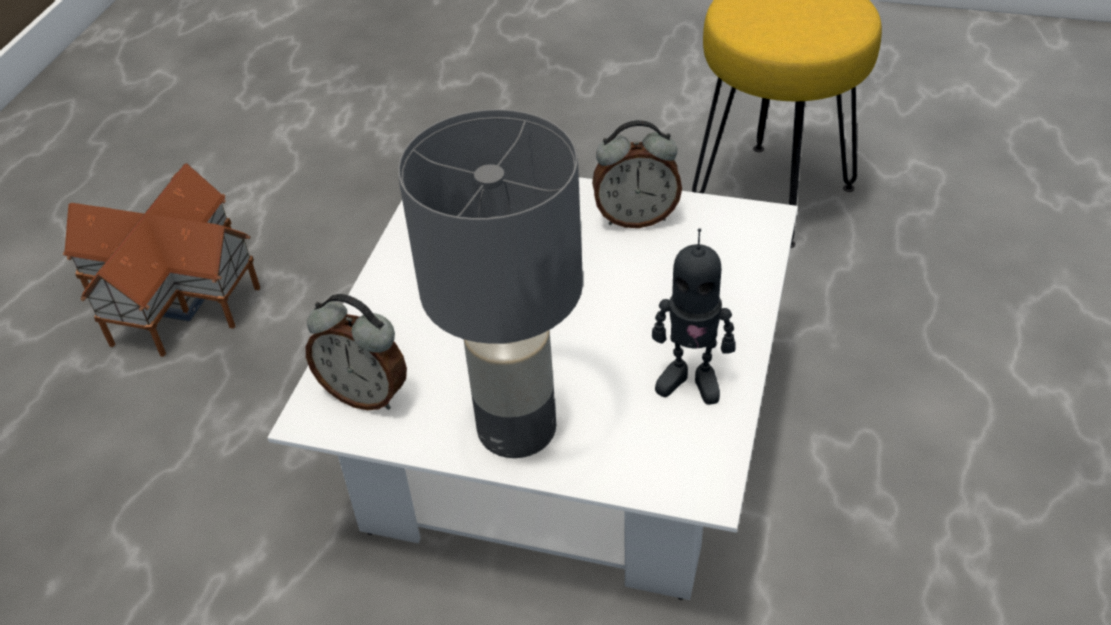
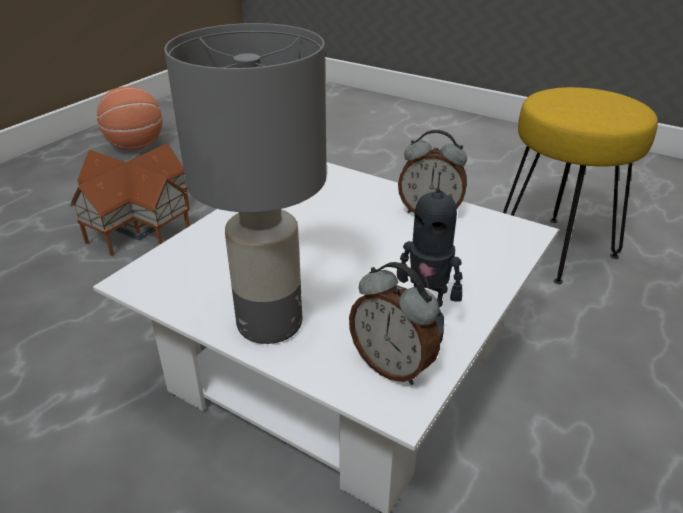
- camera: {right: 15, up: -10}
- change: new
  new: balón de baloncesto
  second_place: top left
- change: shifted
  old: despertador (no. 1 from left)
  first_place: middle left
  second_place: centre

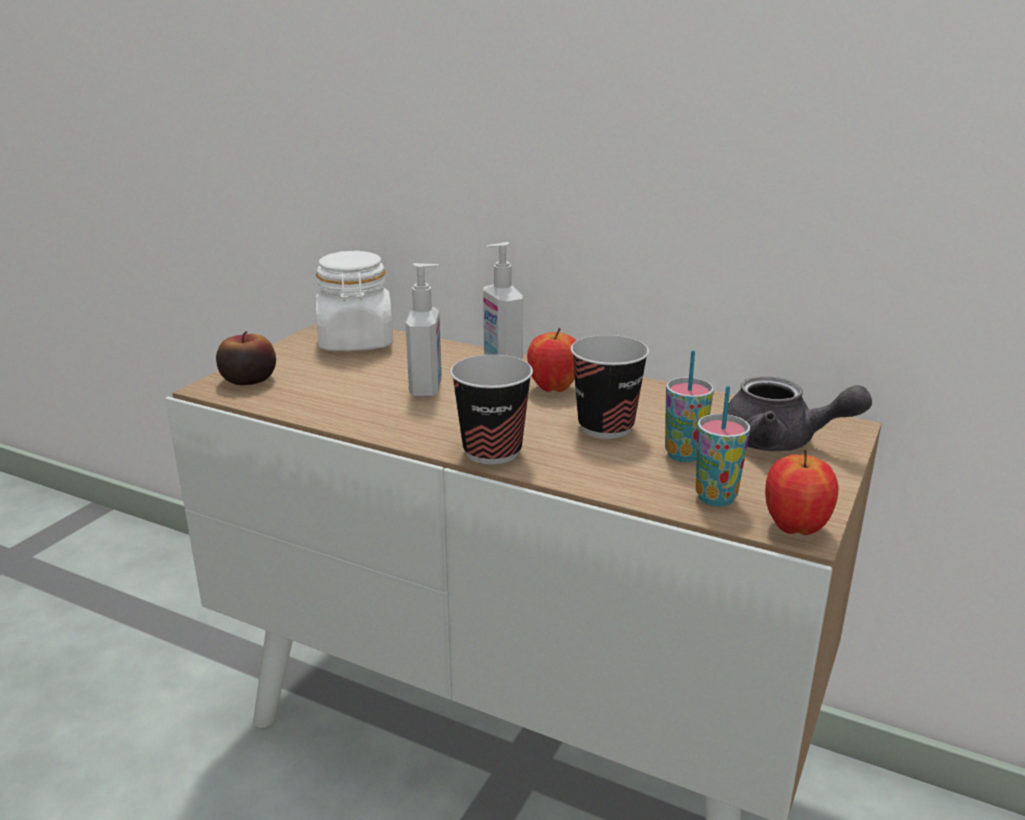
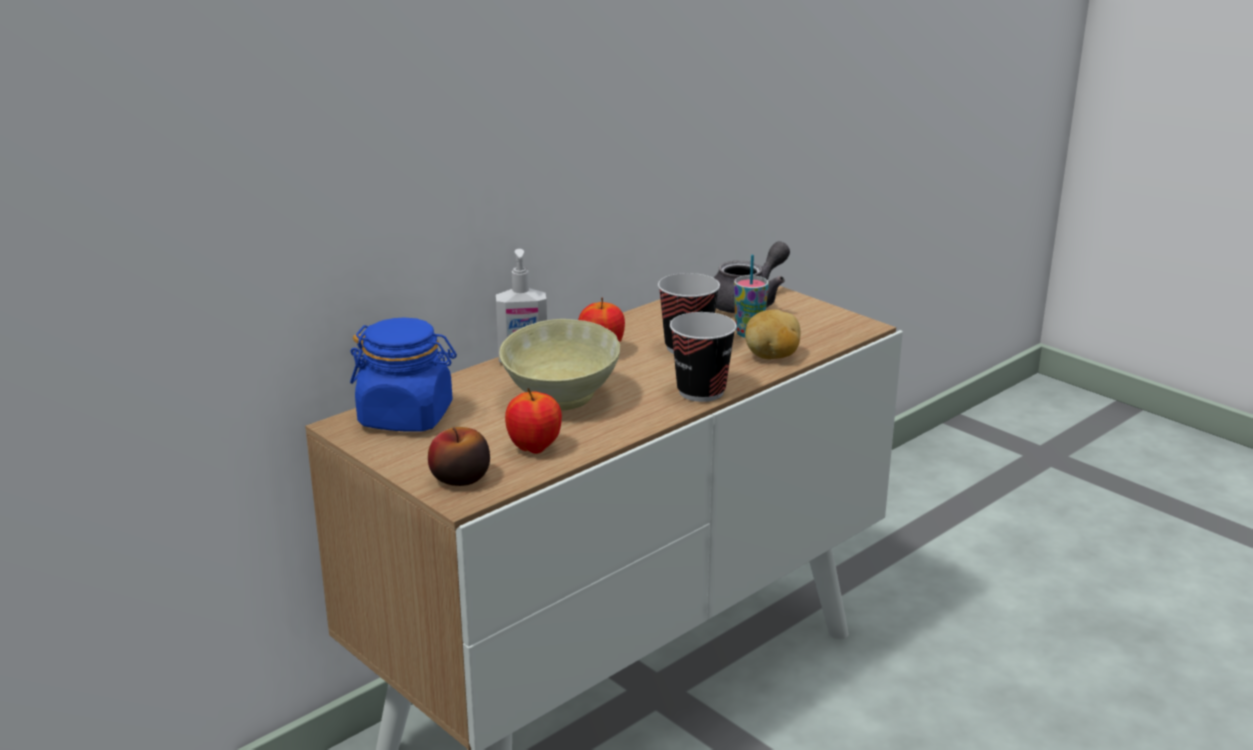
- camera: {right: -70, up: 0}
- change: repainted
  old: tarro [blanco]
  new: tarro [azul]
  first_place: centre
  second_place: middle left
- change: swapped
  old: dispensador de jabón (no. 1 from left)
  new: cuenco [beis]
  first_place: centre
  second_place: centre
- change: shifted
  old: manzana (no. 3 from left in the first image)
  new: manzana (no. 2 from left)
  first_place: middle right
  second_place: centre
- change: new
  new: patata
  second_place: centre
- change: gone
  old: taza (no. 4 from left)
  first_place: middle right

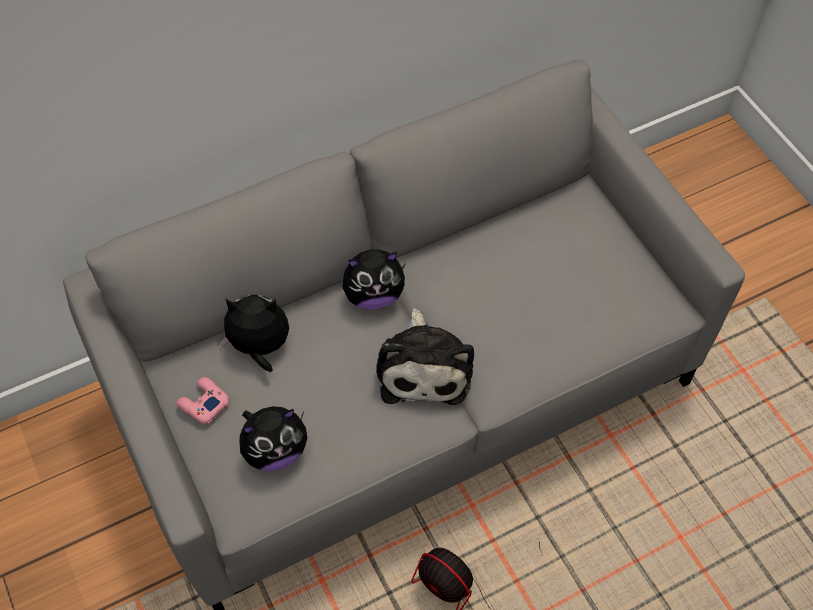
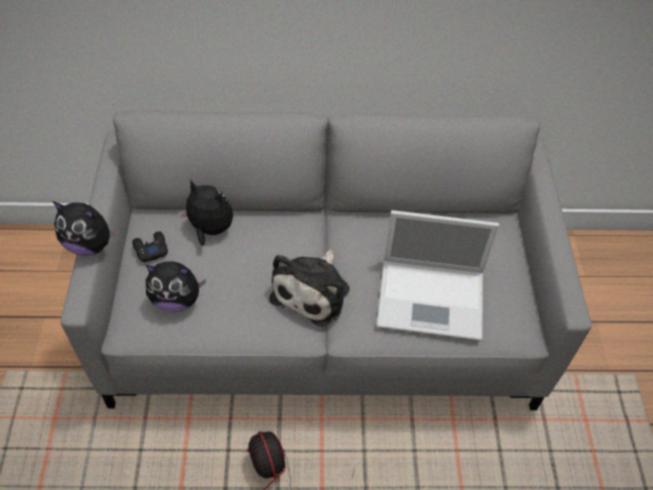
- camera: {right: 25, up: -5}
- change: shifted
  old: peluche (no. 3 from left in the first image)
  new: peluche (no. 1 from left)
  first_place: centre
  second_place: middle left
- change: repainted
  old: mando de consola [rosa]
  new: mando de consola [negro]
  first_place: middle left
  second_place: middle left
- change: new
  new: portátil
  second_place: middle right

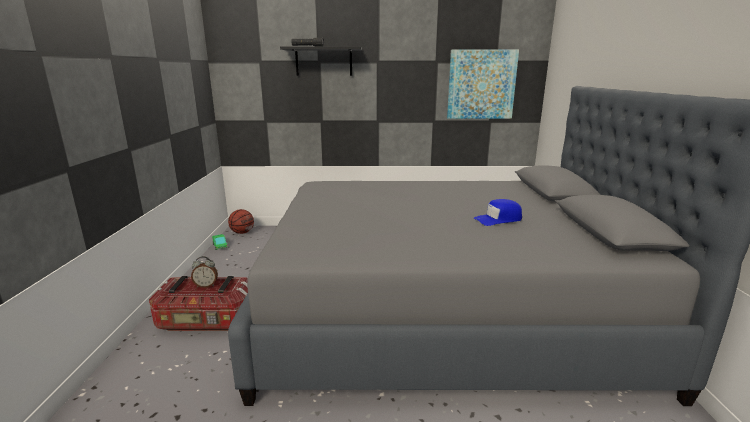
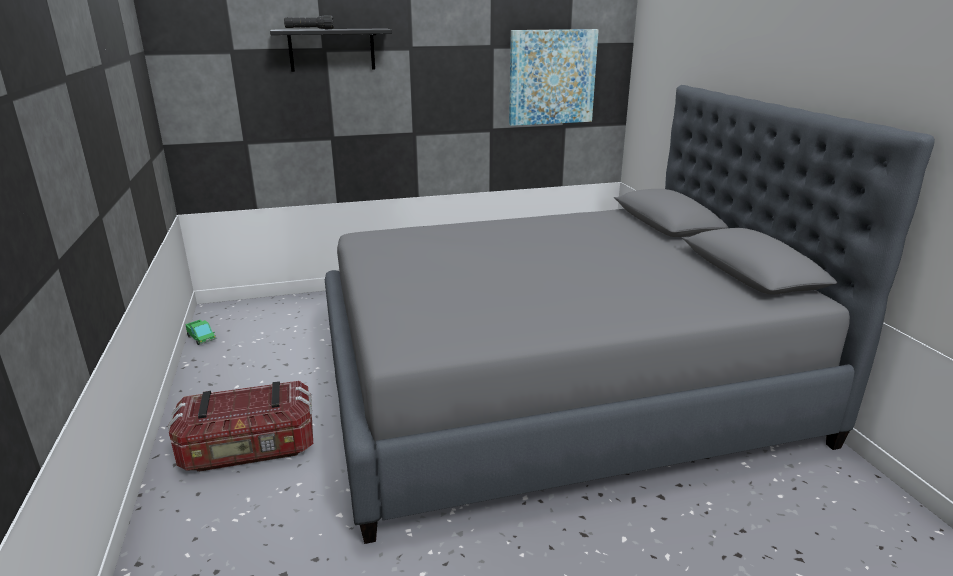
- camera: {right: -15, up: 5}
- change: gone
  old: despertador
  first_place: middle left
- change: gone
  old: balón de baloncesto
  first_place: middle left
- change: gone
  old: gorra [azul]
  first_place: centre

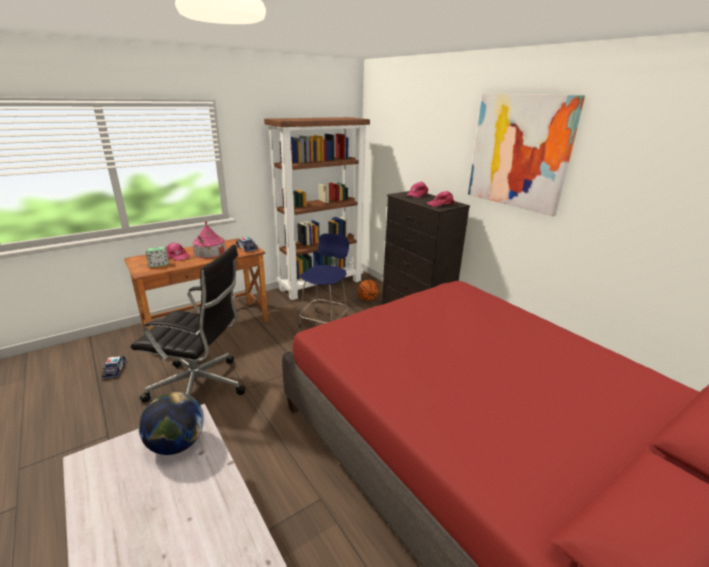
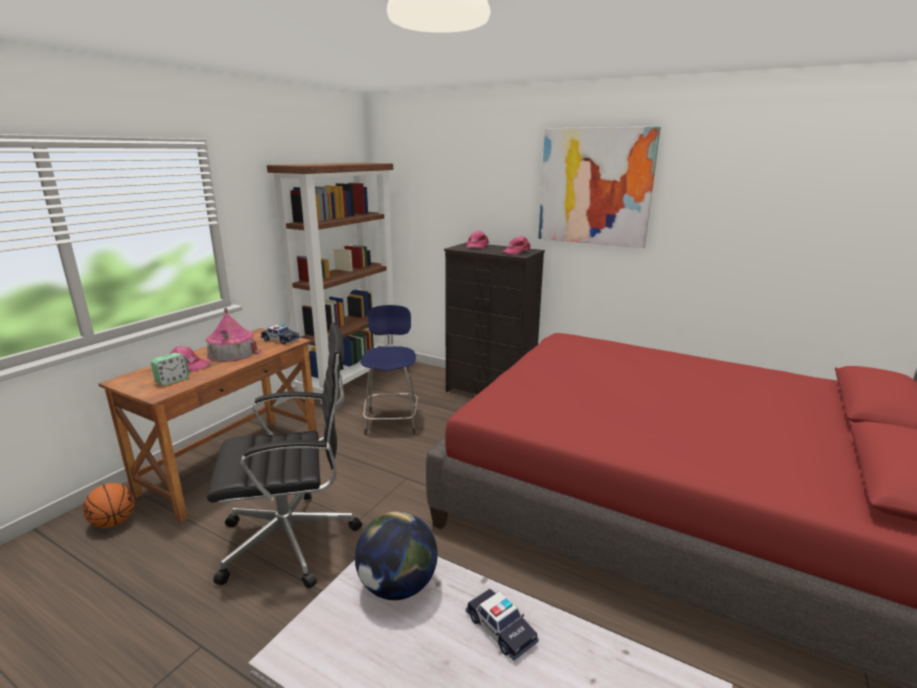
- camera: {right: -25, up: -5}
- change: shifted
  old: balón de baloncesto
  first_place: centre
  second_place: bottom left
- change: shifted
  old: coche de juguete (no. 1 from left in the first image)
  new: coche de juguete (no. 2 from left)
  first_place: middle left
  second_place: bottom centre

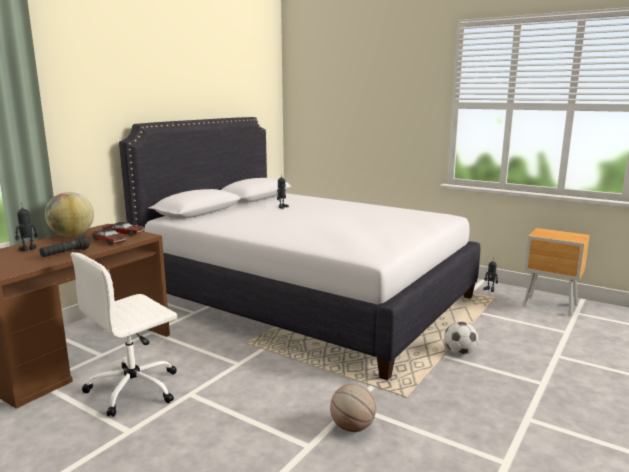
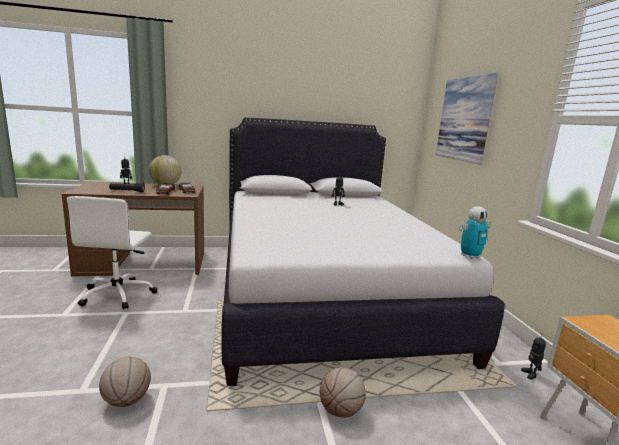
- camera: {right: 45, up: 0}
- change: rotated
  old: silla de oficina [blanco]
  first_place: bottom left
  second_place: middle left
  degrees: -90
- change: swapped
  old: balón de fútbol
  new: balón de baloncesto (no. 2 from left)
  first_place: bottom right
  second_place: bottom centre
- change: new
  new: cuadro
  second_place: top right
- change: new
  new: robot de juguete (no. 3 from left)
  second_place: middle right

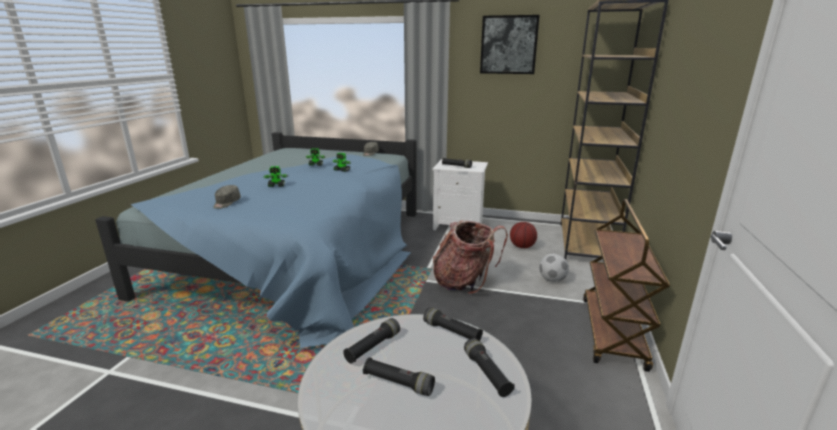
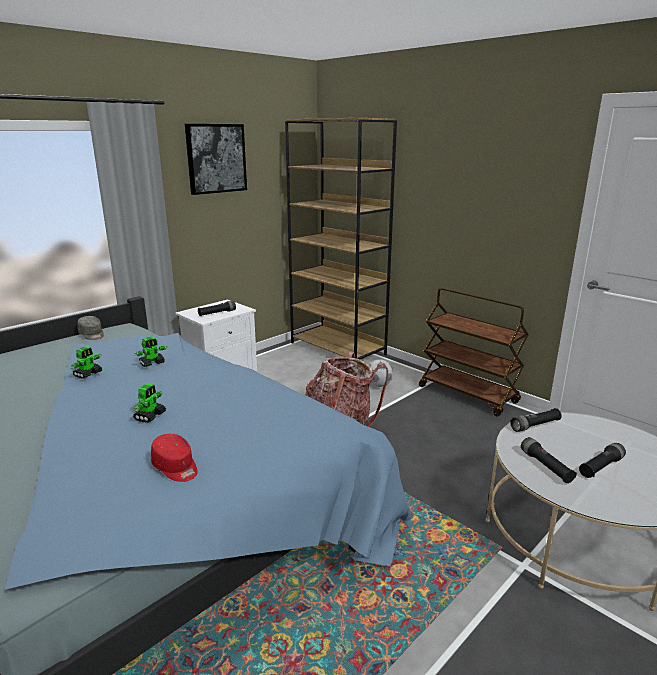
- camera: {right: -60, up: 0}
- change: repainted
  old: gorra [gris] (no. 1 from left)
  new: gorra [rojo]
  first_place: middle left
  second_place: bottom left
- change: gone
  old: linterna [negro] (no. 5 from left)
  first_place: bottom centre
- change: gone
  old: balón de baloncesto
  first_place: centre

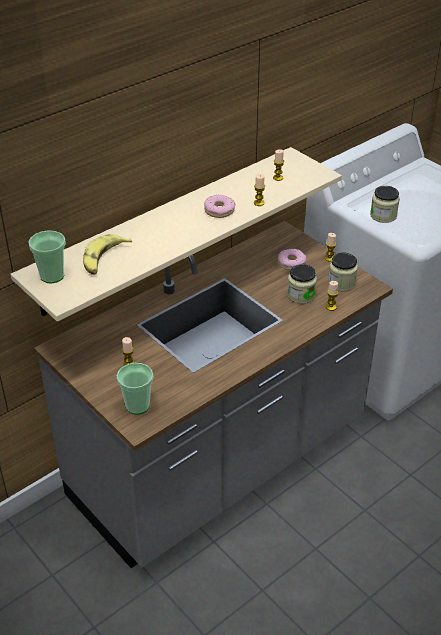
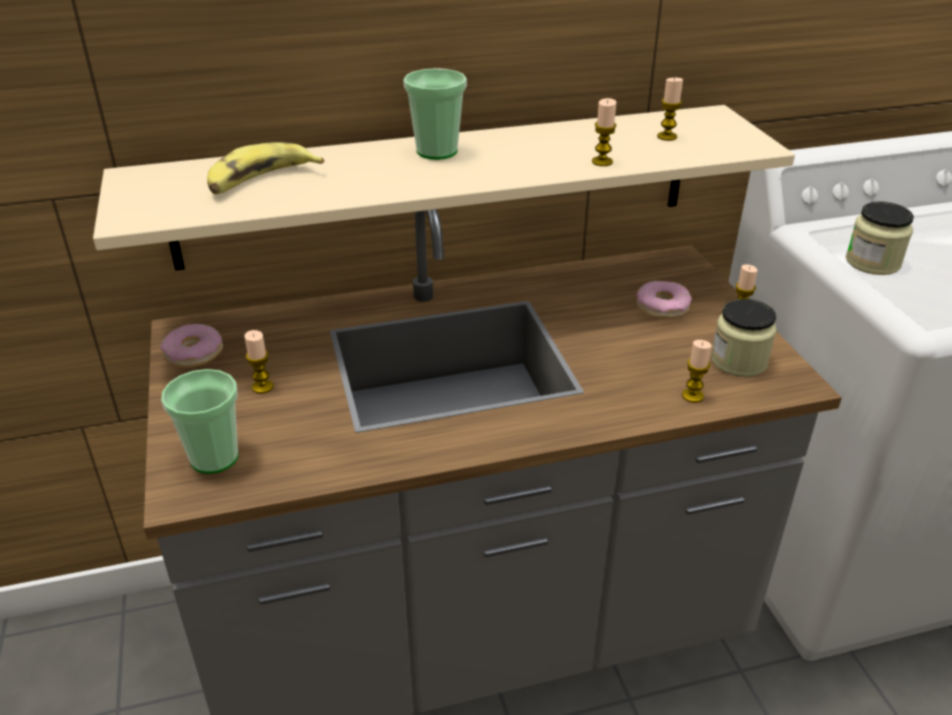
- camera: {right: 25, up: -5}
- change: shifted
  old: rosquilla (no. 1 from left)
  first_place: top centre
  second_place: middle left
- change: shifted
  old: taza (no. 1 from left in the first image)
  new: taza (no. 2 from left)
  first_place: middle left
  second_place: top centre
- change: gone
  old: tarro (no. 1 from left)
  first_place: middle right

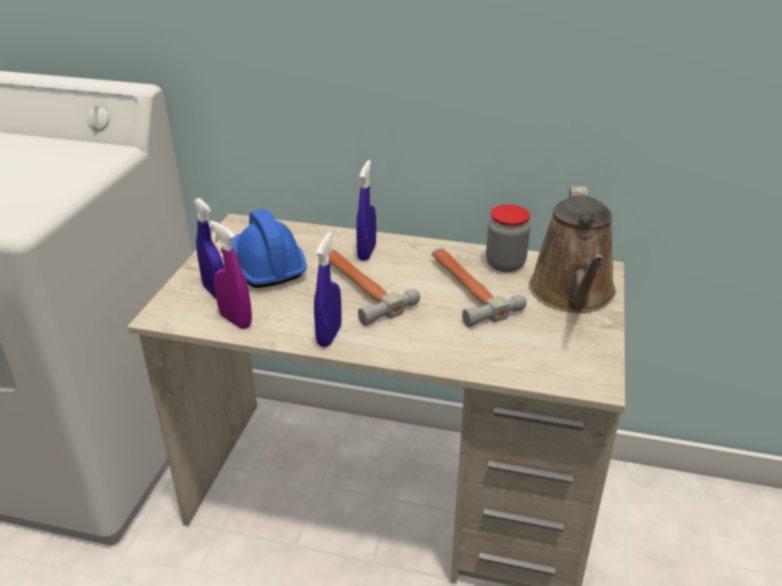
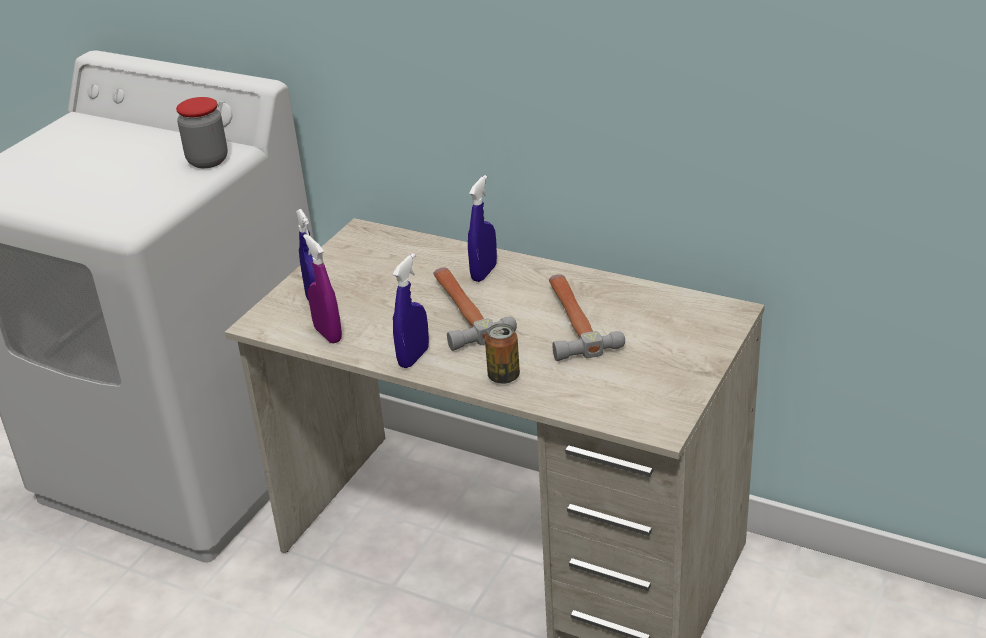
- camera: {right: 15, up: 0}
- change: shifted
  old: tarro
  first_place: centre
  second_place: top left
- change: new
  new: lata
  second_place: centre
- change: gone
  old: casco [azul]
  first_place: centre
- change: gone
  old: regadera [marrón]
  first_place: middle right

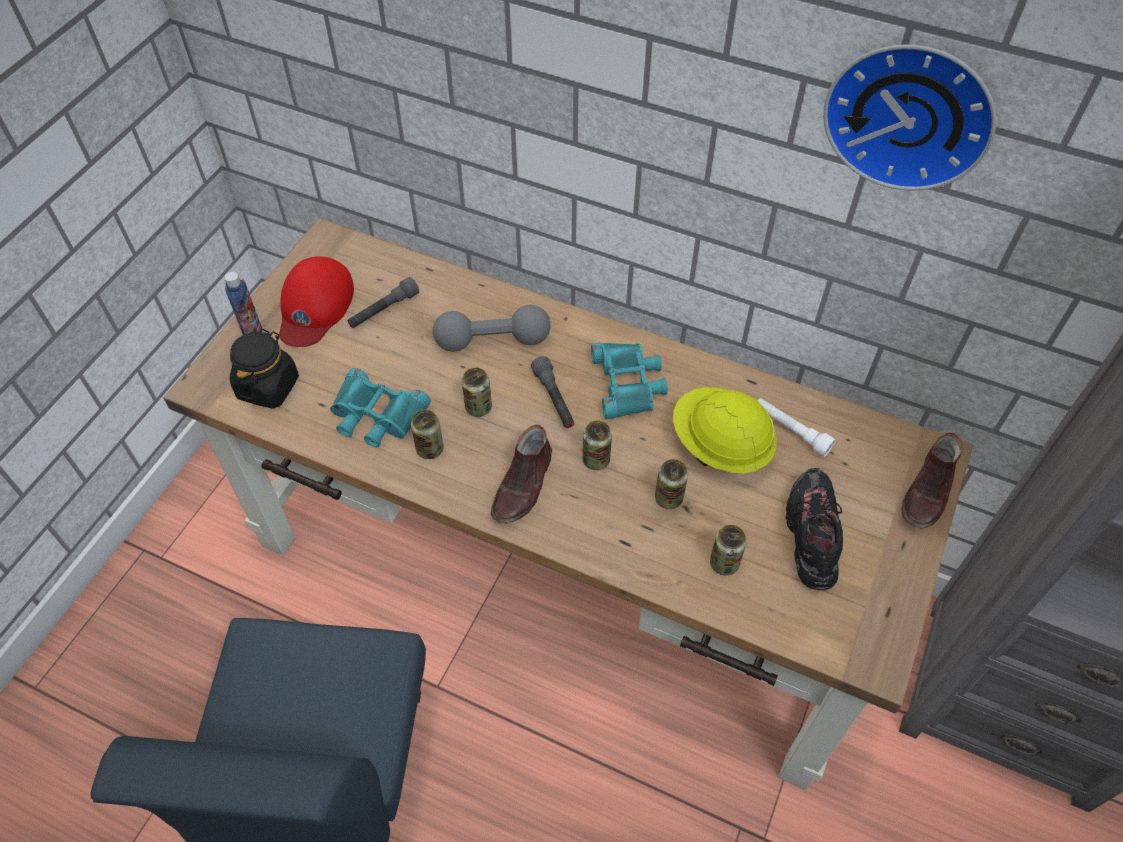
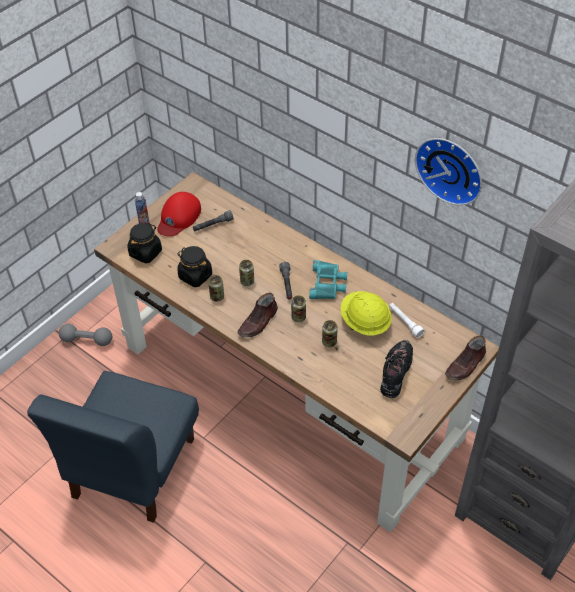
- camera: {right: 15, up: -5}
- change: shifted
  old: mancuerna [gris]
  first_place: centre
  second_place: middle left
- change: swapped
  old: prismáticos [turquesa] (no. 1 from left)
  new: tarro [negro] (no. 2 from left)
  first_place: centre
  second_place: centre
- change: gone
  old: lata (no. 5 from left)
  first_place: centre

